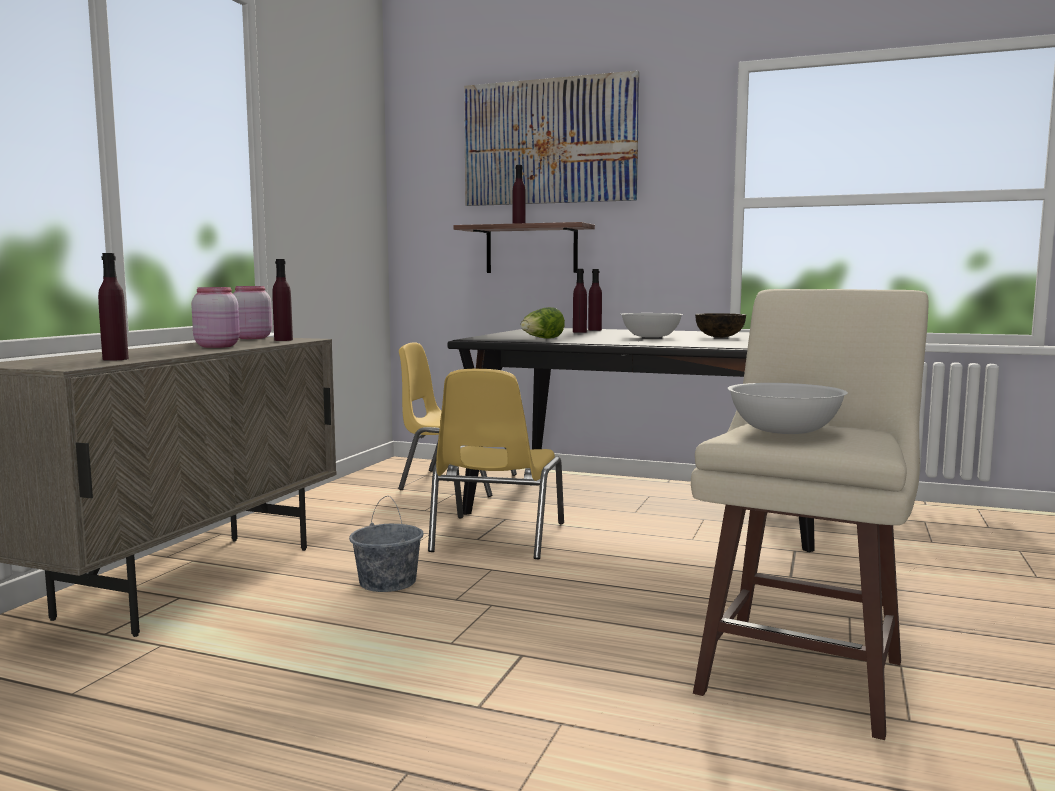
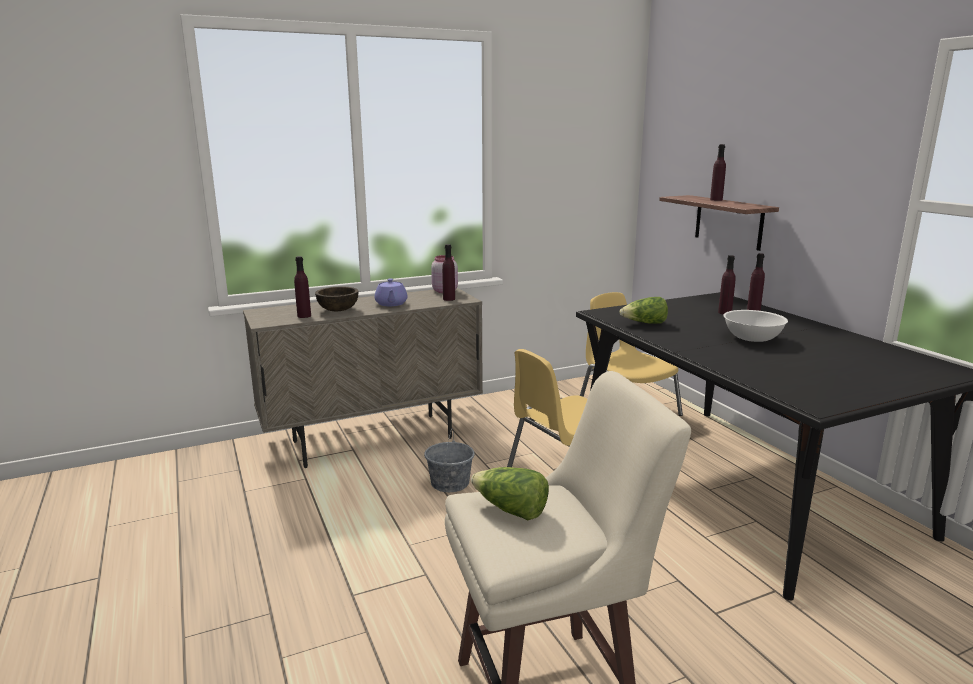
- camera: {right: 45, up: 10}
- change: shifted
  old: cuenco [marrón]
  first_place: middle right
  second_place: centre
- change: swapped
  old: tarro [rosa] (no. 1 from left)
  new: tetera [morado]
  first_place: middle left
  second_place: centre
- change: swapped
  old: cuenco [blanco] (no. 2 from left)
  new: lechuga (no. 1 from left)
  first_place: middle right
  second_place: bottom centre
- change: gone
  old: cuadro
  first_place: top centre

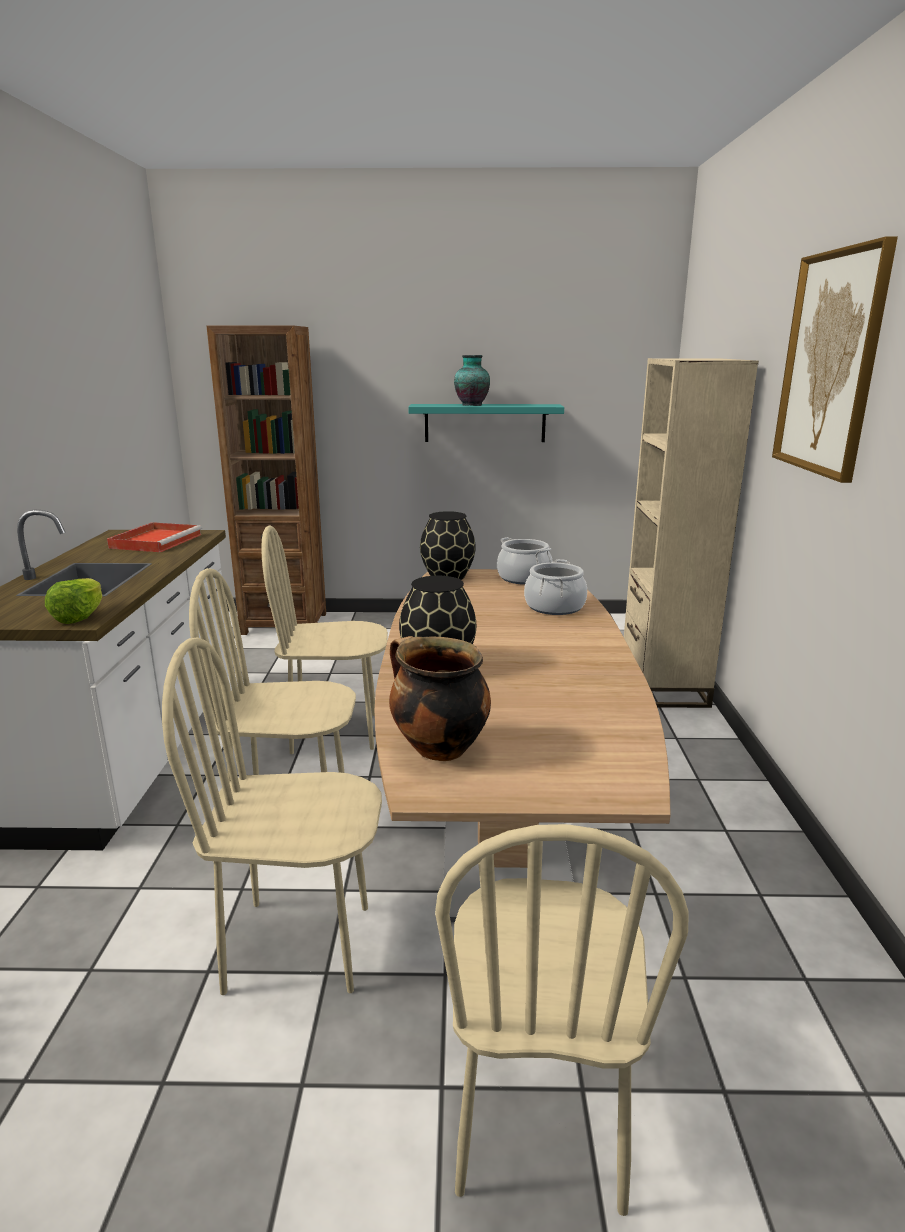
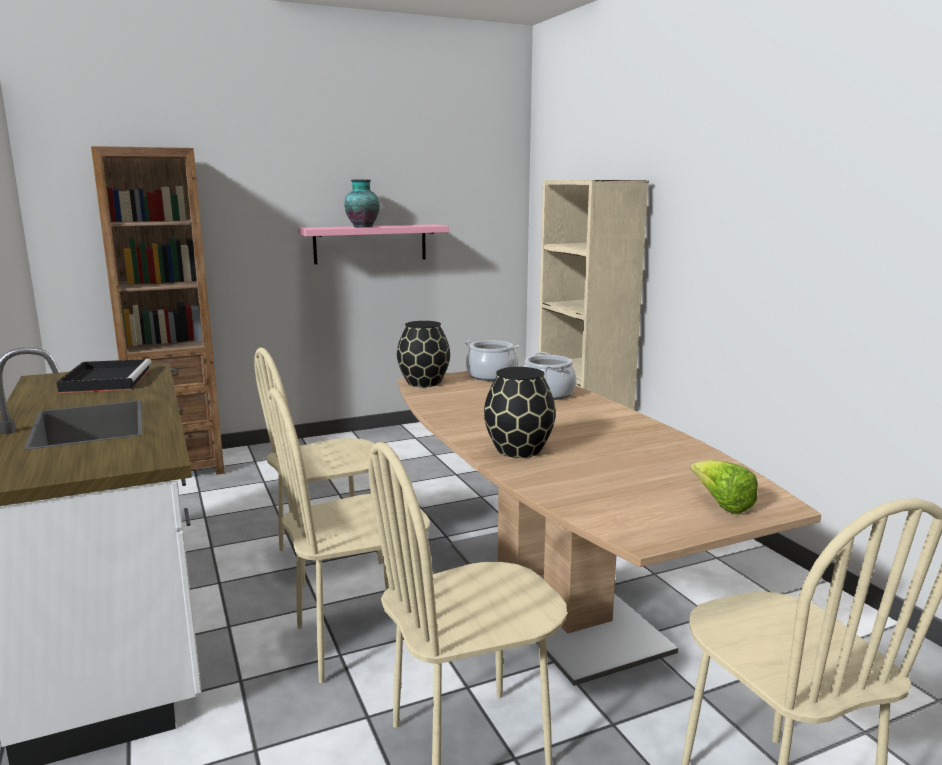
- camera: {right: -25, up: -5}
- change: repainted
  old: bandeja [rojo]
  new: bandeja [negro]
  first_place: middle left
  second_place: middle left
- change: repainted
  old: estante [turquesa]
  new: estante [rosa]
  first_place: centre
  second_place: top centre
- change: shifted
  old: lechuga
  first_place: middle left
  second_place: middle right
- change: gone
  old: olla (no. 1 from left)
  first_place: centre
- change: gone
  old: cuadro
  first_place: top right

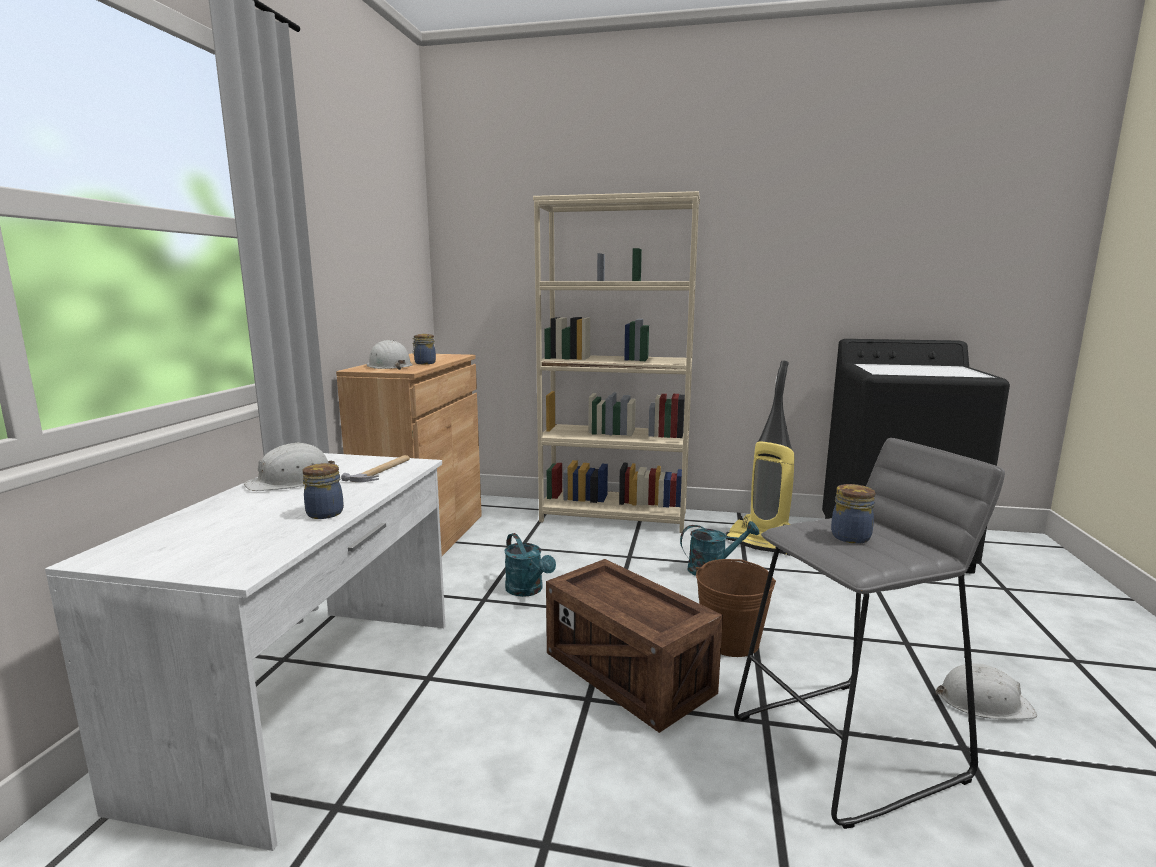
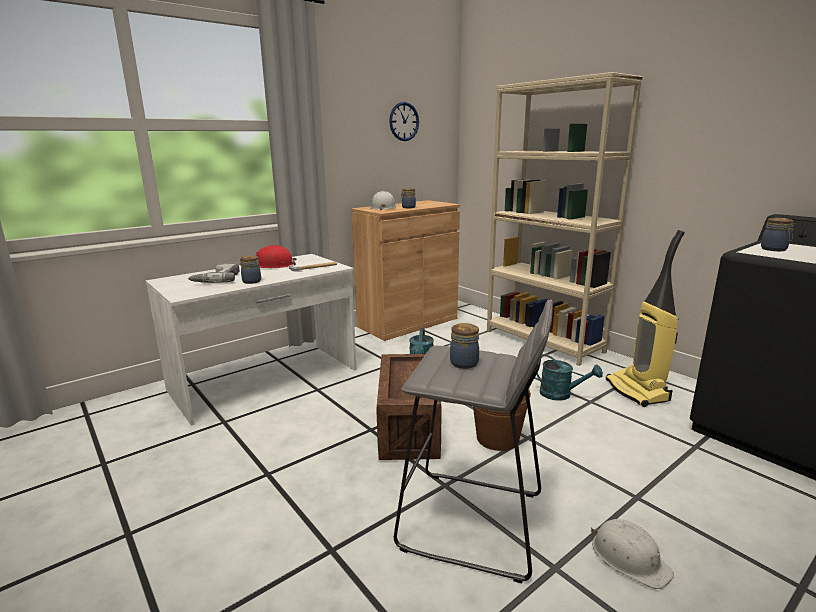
- camera: {right: 40, up: 5}
- change: new
  new: taladro
  second_place: middle left
- change: repainted
  old: casco [blanco] (no. 1 from left)
  new: casco [rojo]
  first_place: middle left
  second_place: centre
- change: new
  new: reloj de pared
  second_place: top centre
- change: new
  new: tarro (no. 4 from left)
  second_place: middle right

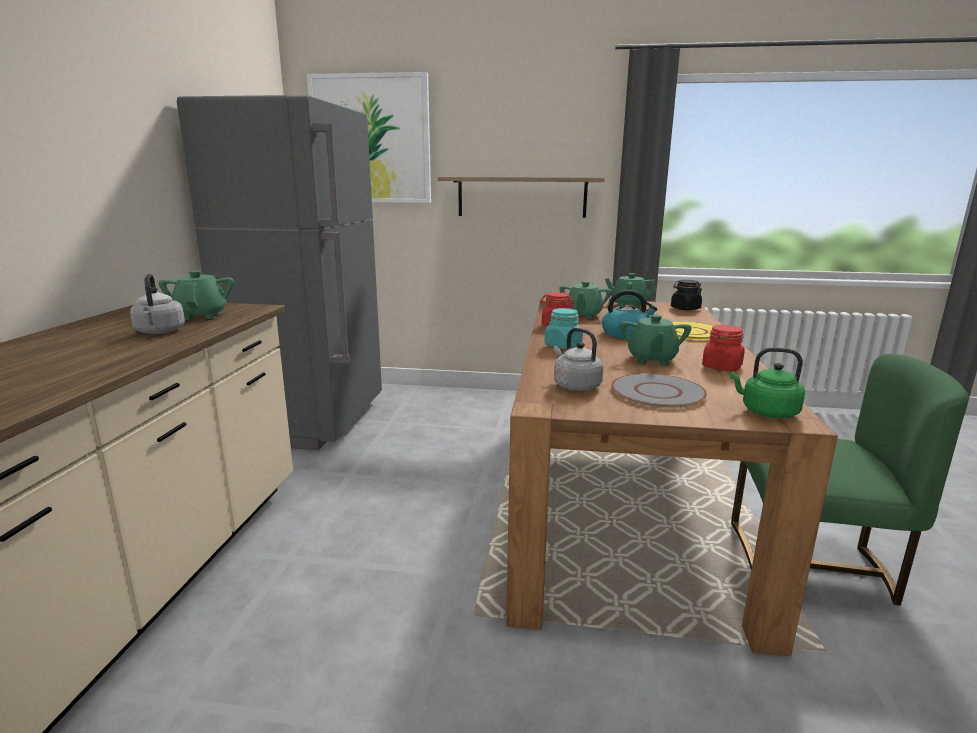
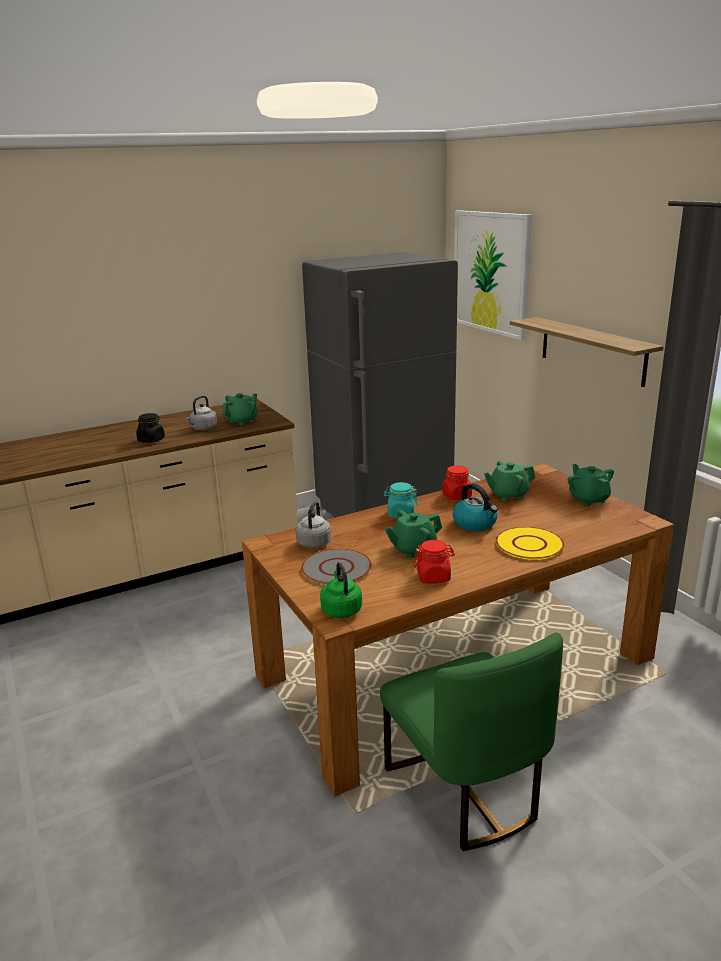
- camera: {right: 55, up: 5}
- change: shifted
  old: tarro [negro]
  first_place: middle right
  second_place: middle left

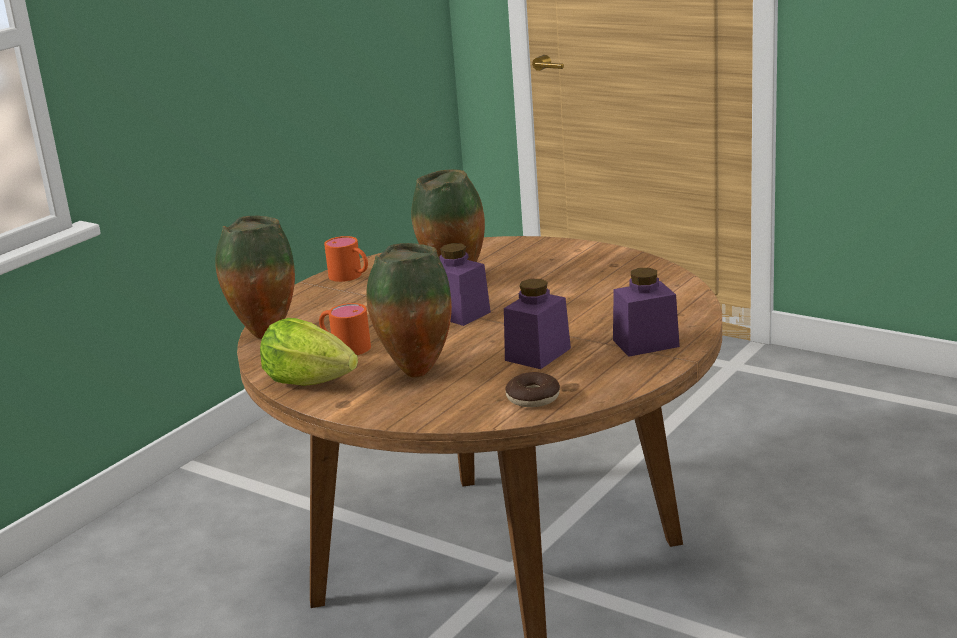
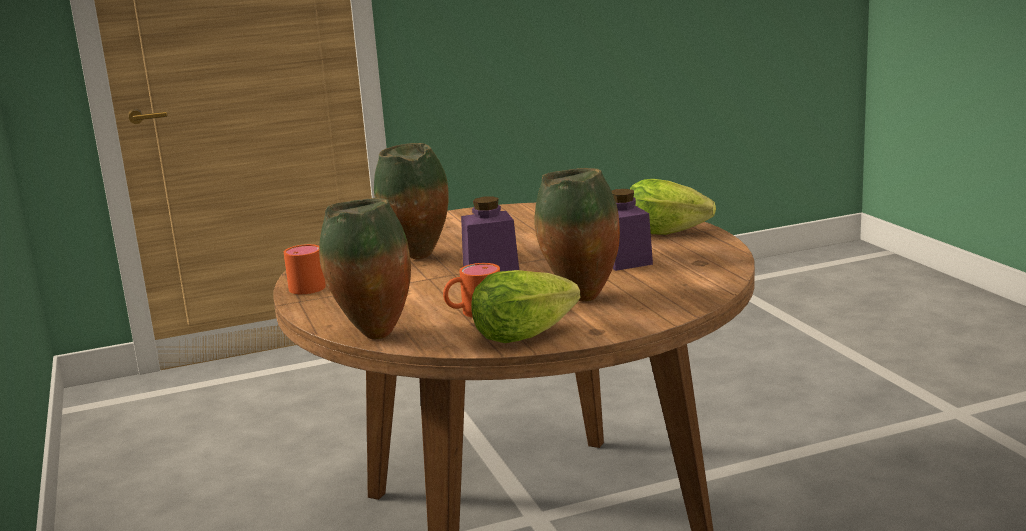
- camera: {right: -55, up: -5}
- change: swapped
  old: tarro [morado] (no. 3 from left)
  new: lechuga (no. 2 from left)
  first_place: middle right
  second_place: centre
- change: gone
  old: rosquilla
  first_place: centre

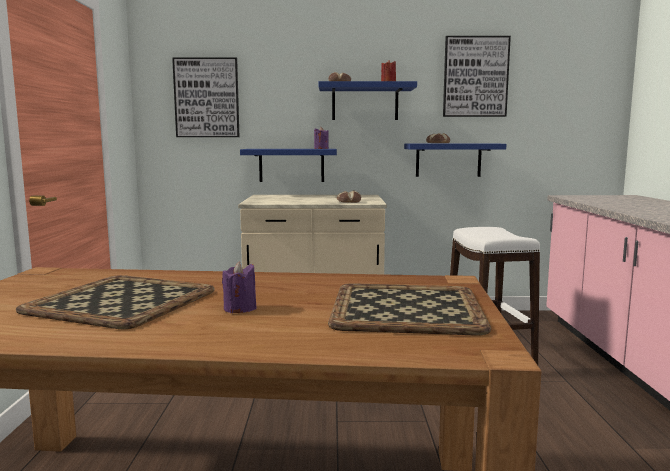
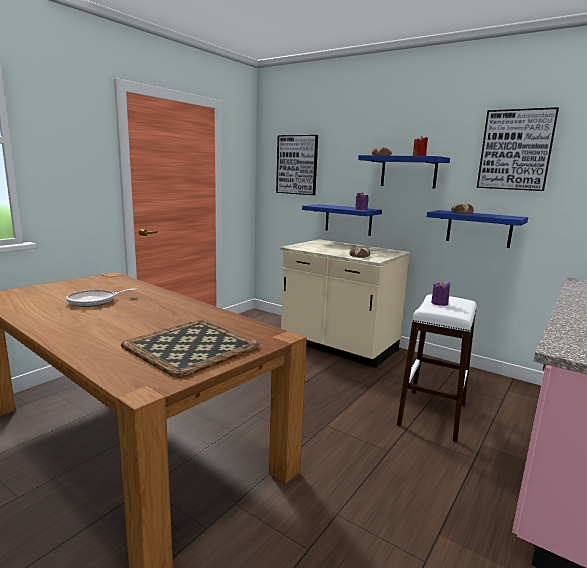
- camera: {right: 35, up: 5}
- change: swapped
  old: bandeja (no. 1 from left)
  new: sartén
  first_place: middle left
  second_place: middle left
- change: shifted
  old: vela [morado] (no. 1 from left in the first image)
  new: vela [morado] (no. 2 from left)
  first_place: centre
  second_place: middle right

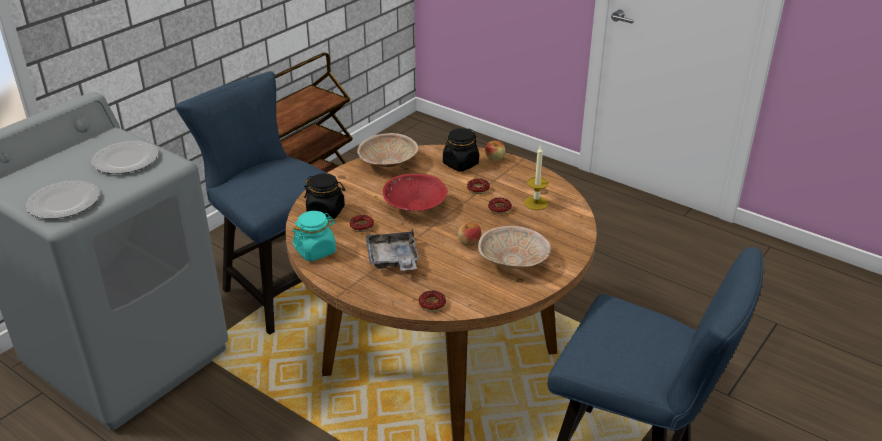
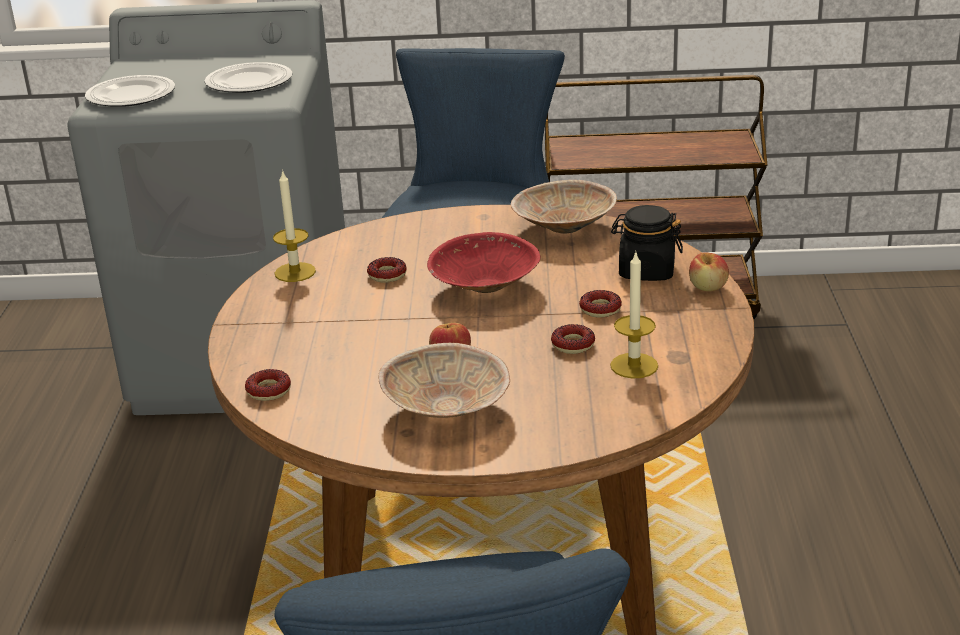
- camera: {right: 55, up: -5}
- change: swapped
  old: tarro [turquesa]
  new: vela (no. 1 from left)
  first_place: centre
  second_place: middle left
- change: gone
  old: tarro [negro] (no. 1 from left)
  first_place: centre
- change: gone
  old: bandeja [gris]
  first_place: centre

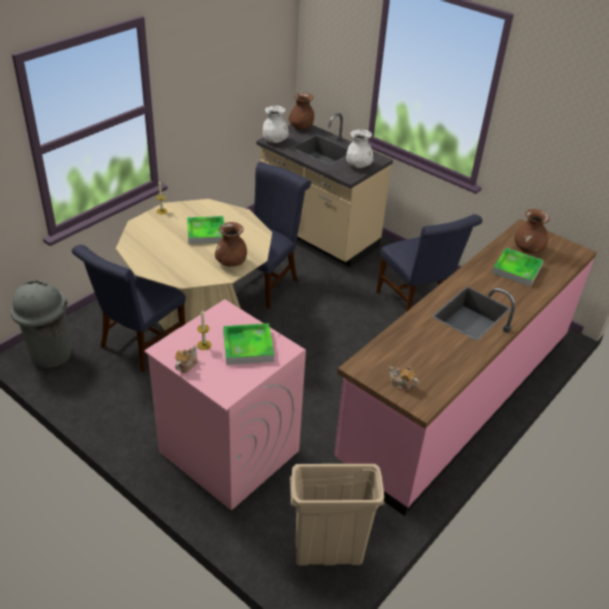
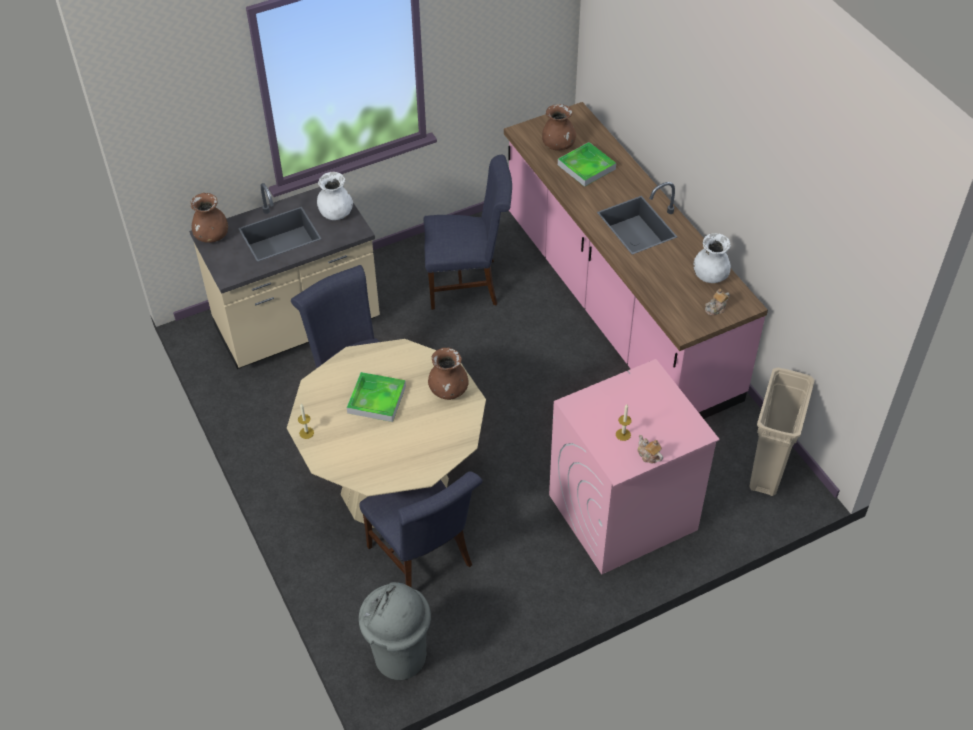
- camera: {right: -65, up: 10}
- change: shifted
  old: florero [blanco] (no. 1 from left in the first image)
  new: florero [blanco] (no. 2 from left)
  first_place: top centre
  second_place: middle right
- change: gone
  old: bandeja (no. 2 from left)
  first_place: centre

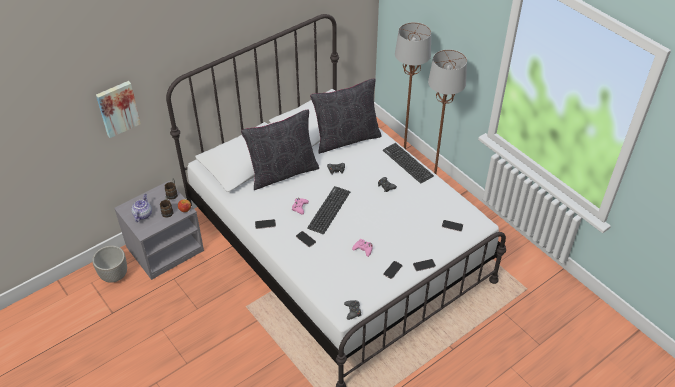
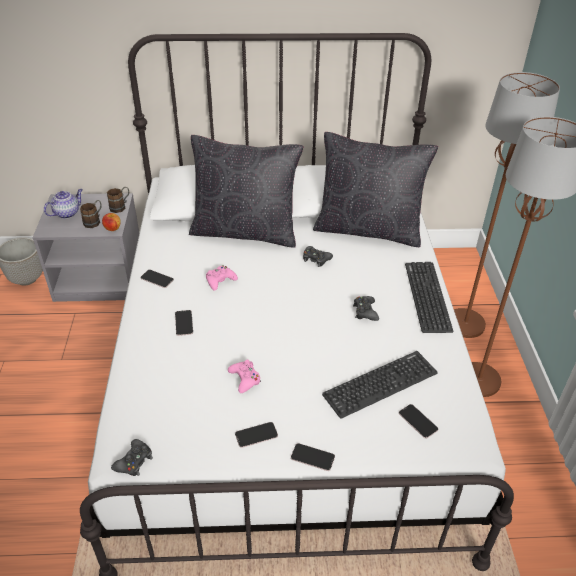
- camera: {right: 35, up: -5}
- change: shifted
  old: teclado (no. 1 from left)
  first_place: centre
  second_place: bottom centre
- change: gone
  old: cuadro
  first_place: top left

